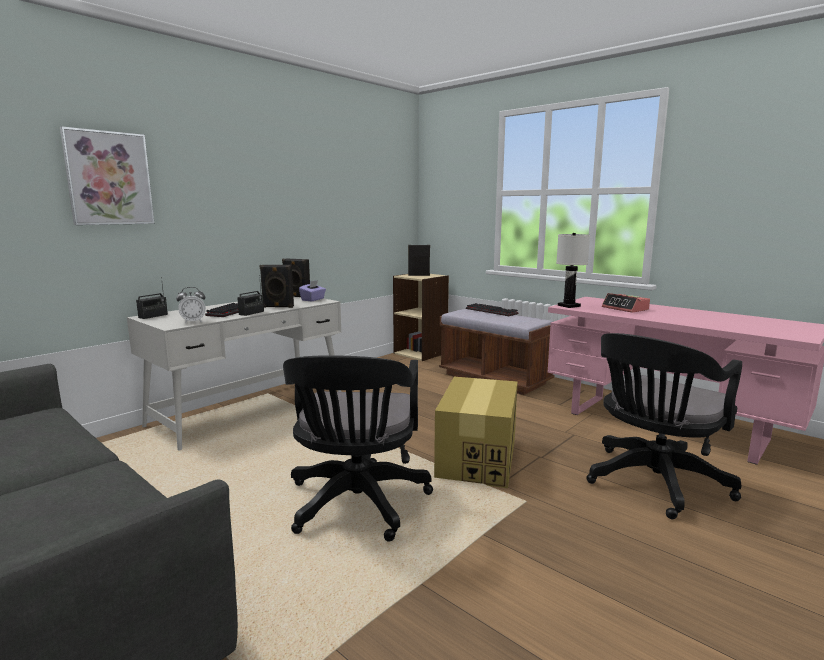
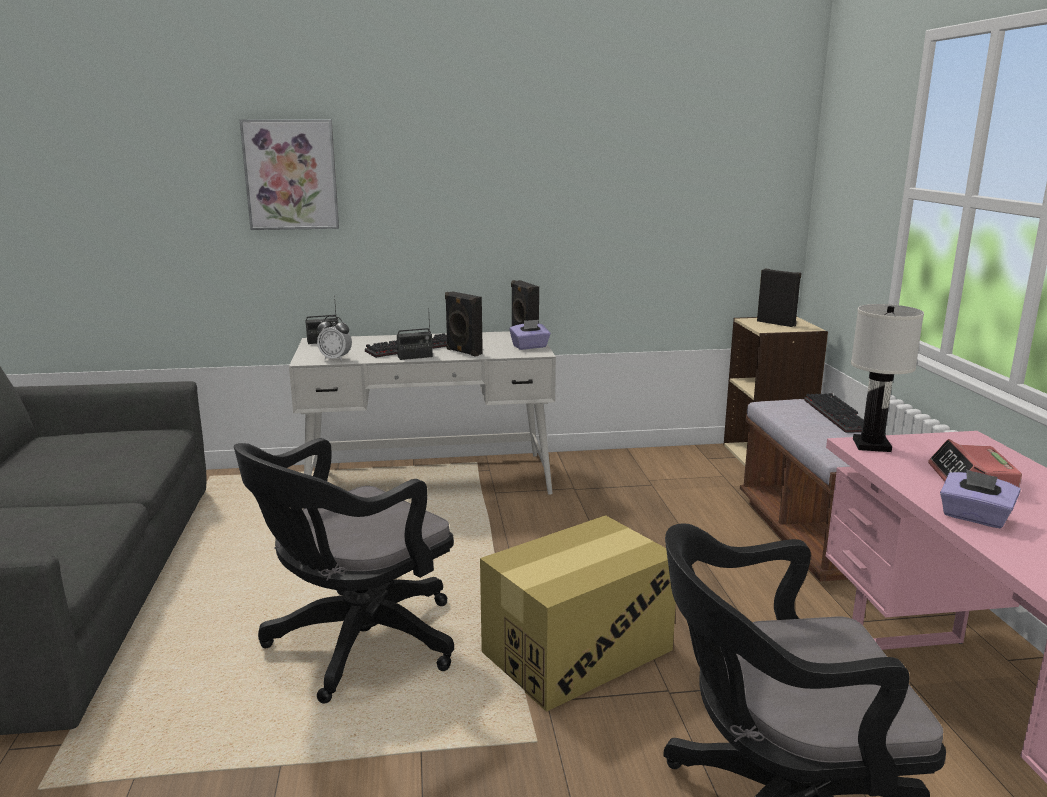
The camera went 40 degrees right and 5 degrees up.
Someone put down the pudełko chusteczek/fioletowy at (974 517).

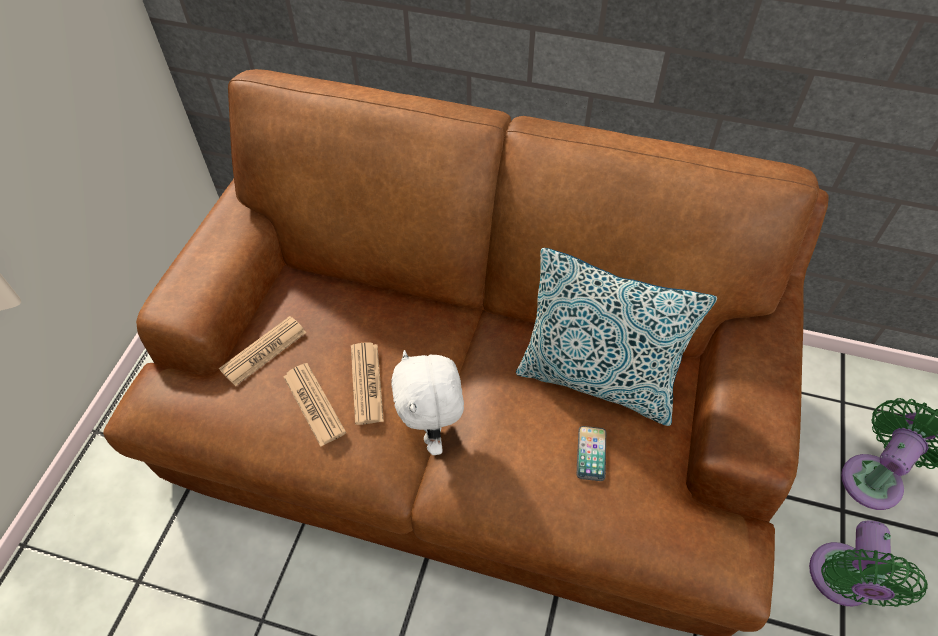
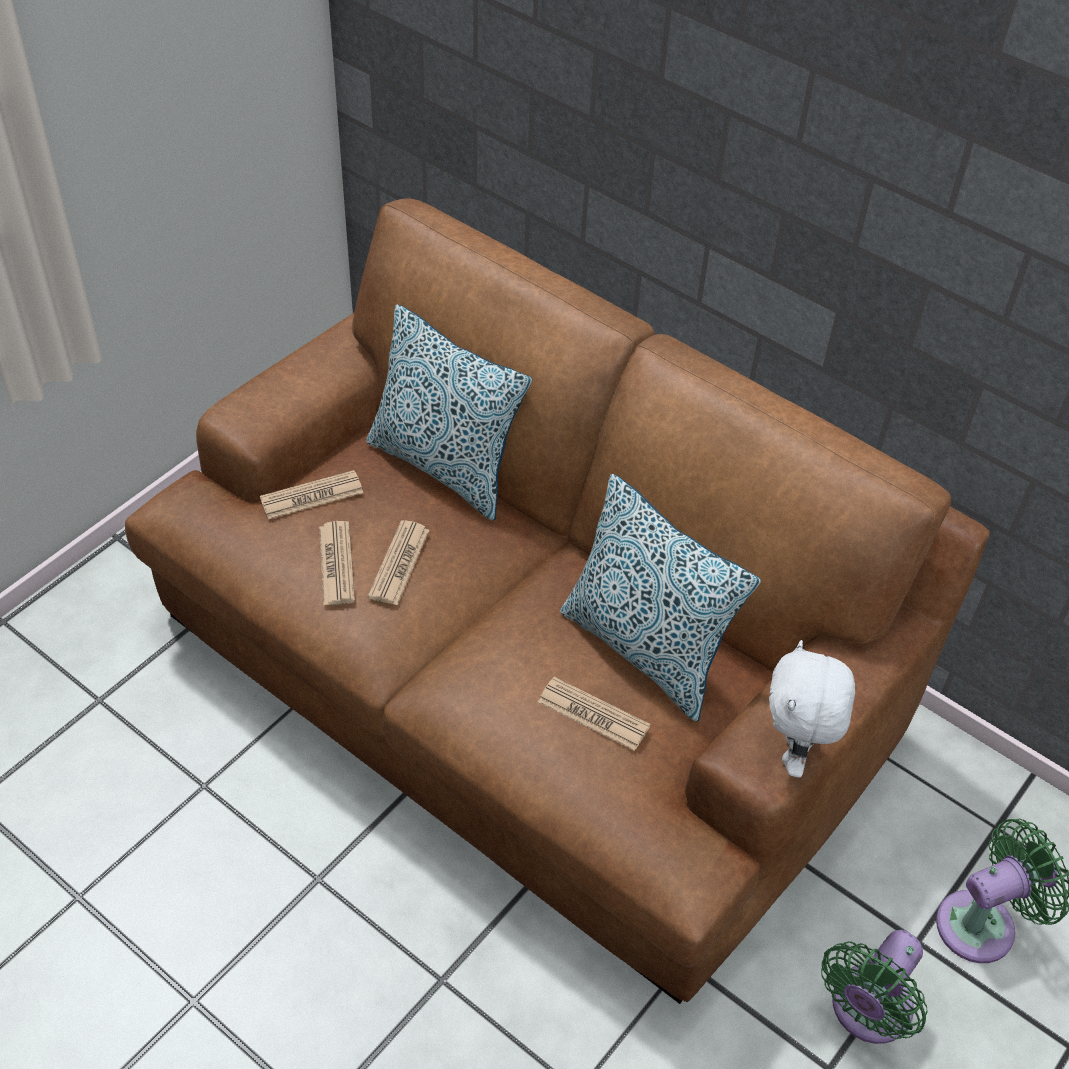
The camera went 20 degrees right and 5 degrees down.
Someone carried the pluszak/biały from (433 431) to (795 753).
Someone swapped the telefon at (591 453) for the gazeta at (593 714).
Someone put down the poduszka at (445 467).

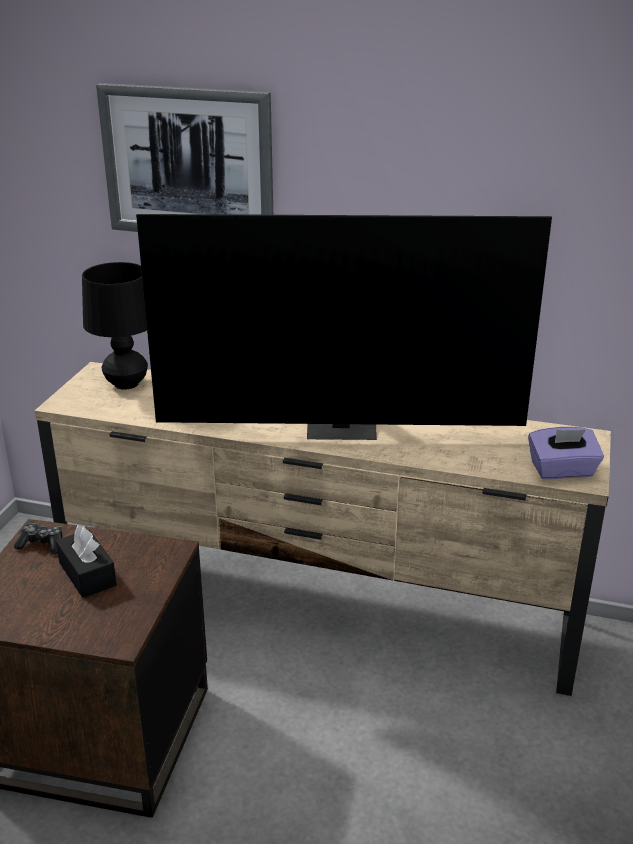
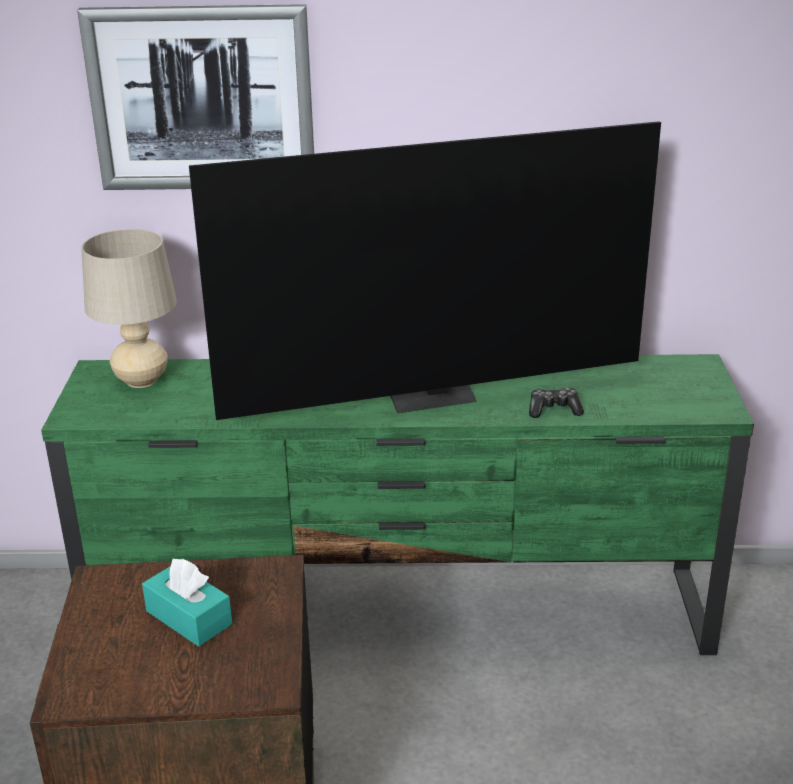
The camera went 15 degrees left and 0 degrees up.
Someone repainted the lampa stołowa/czarny at (126 384), which became the lampa stołowa/beżowy at (141 381).
Someone repainted the szafka pod telewizor/beżowy at (318 607), which became the szafka pod telewizor/zielony at (403 613).
Someone took away the pudełko chusteczek/fioletowy at (562 471).
Someone carried the pad do gier from (42 544) to (554 410).
Someone repainted the pudełko chusteczek/czarny at (87 574), which became the pudełko chusteczek/turkusowy at (189 617).

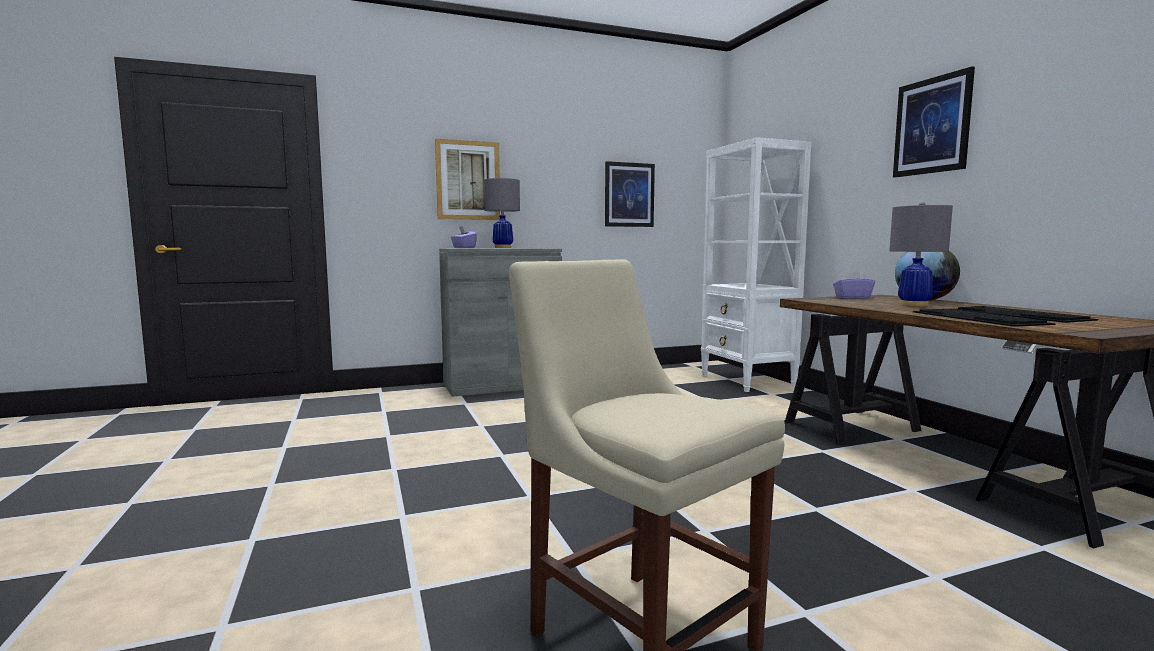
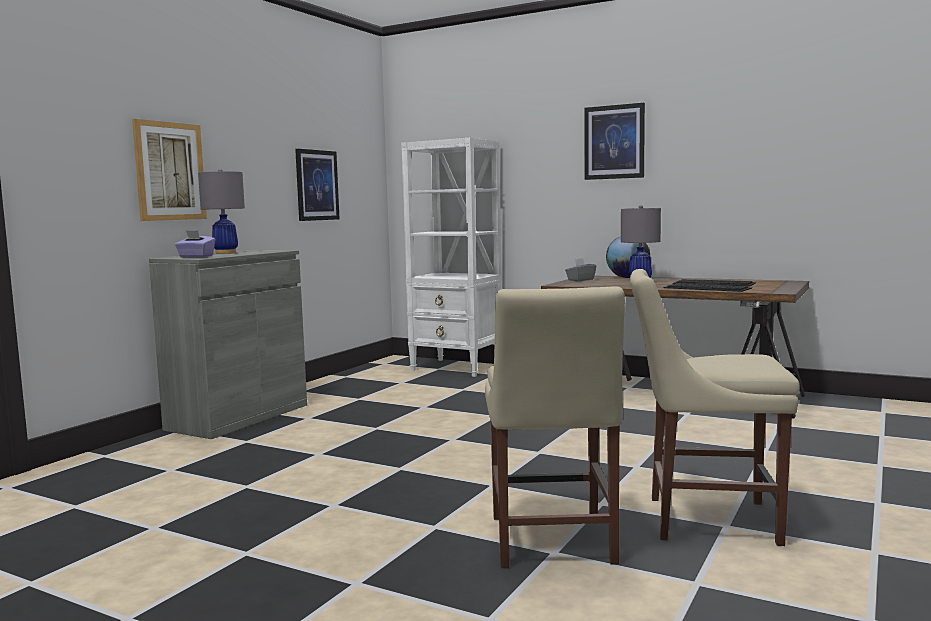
The camera went 40 degrees left and 0 degrees up.
Someone repainted the pudełko chusteczek/fioletowy at (852 297), which became the pudełko chusteczek/szary at (580 280).
Someone put down the krzesło/beżowy at (551 542).

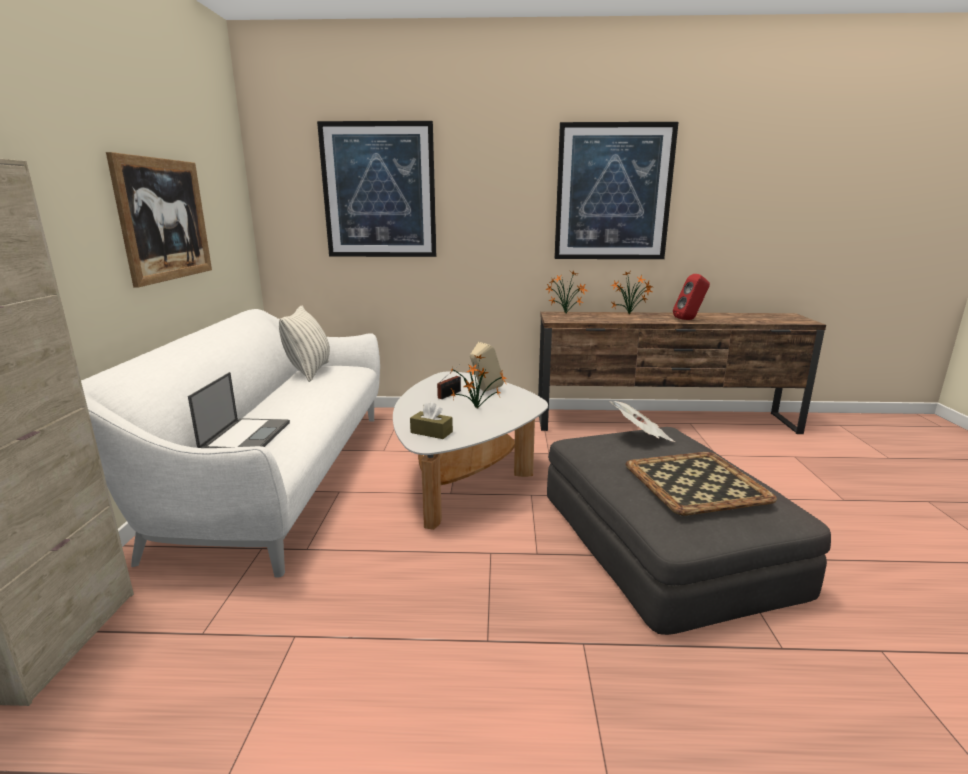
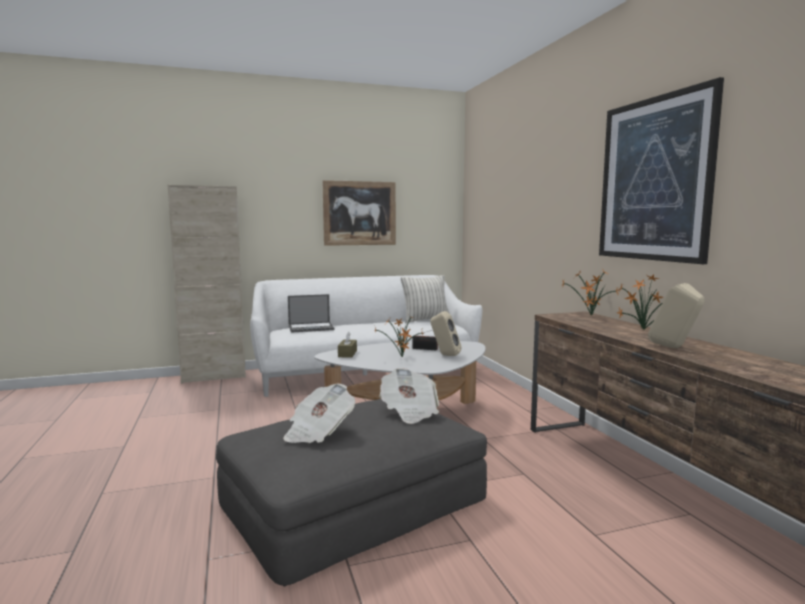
The camera went 70 degrees right and 10 degrees down.
Someone took away the obraz at (379 191).
Someone repainted the głośnik/czerwony at (689 319), which became the głośnik/beżowy at (674 348).
Someone swapped the taca at (697 483) for the gazeta at (318 432).

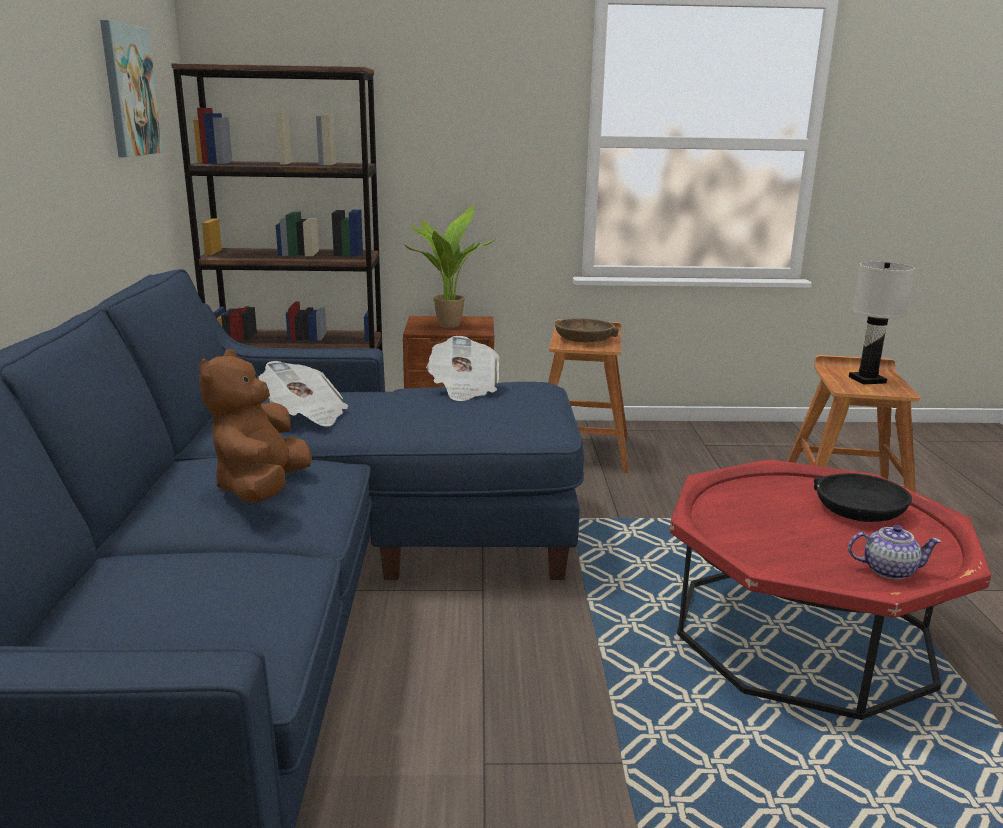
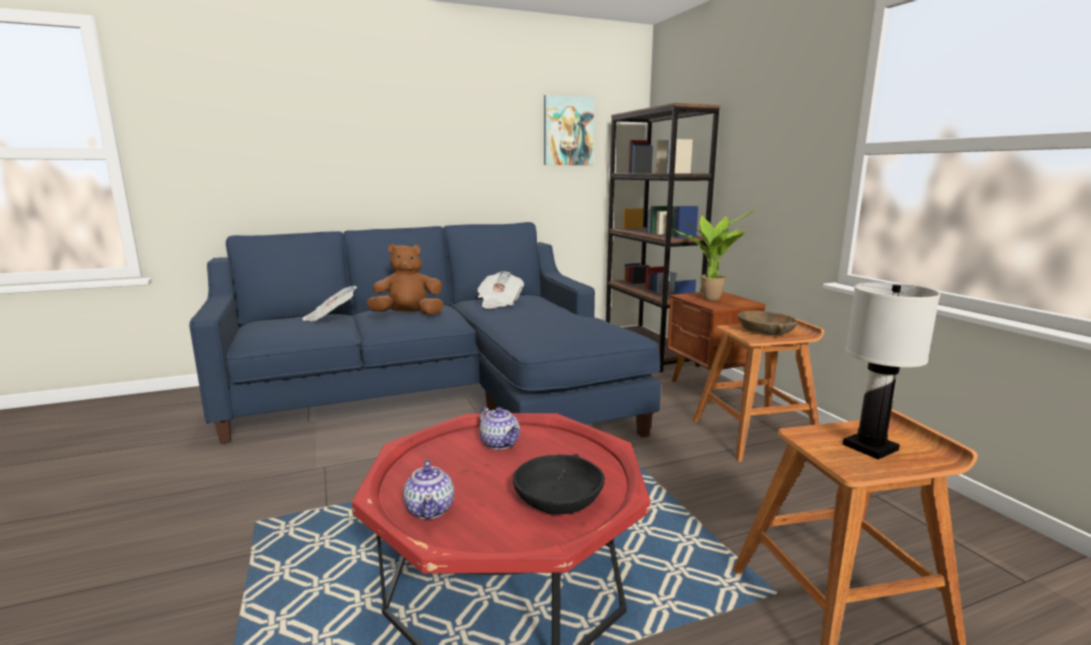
The camera went 70 degrees right and 5 degrees down.
Someone carried the gazeta from (463 388) to (330 318).
Someone put down the imbryk at (500 443).

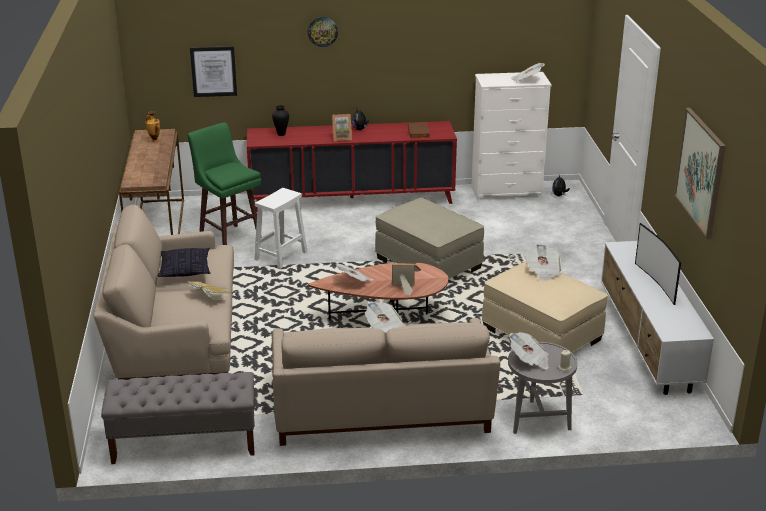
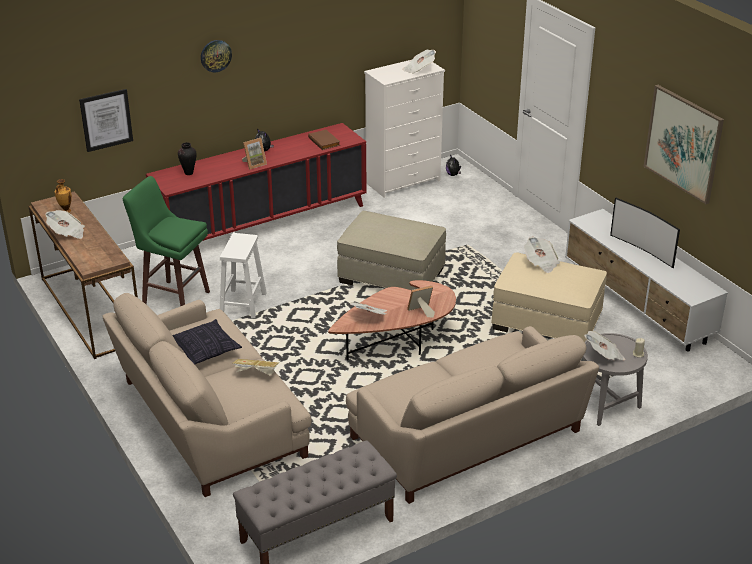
The camera went 25 degrees left and 5 degrees up.
Someone carried the gazeta from (385 329) to (67 233).

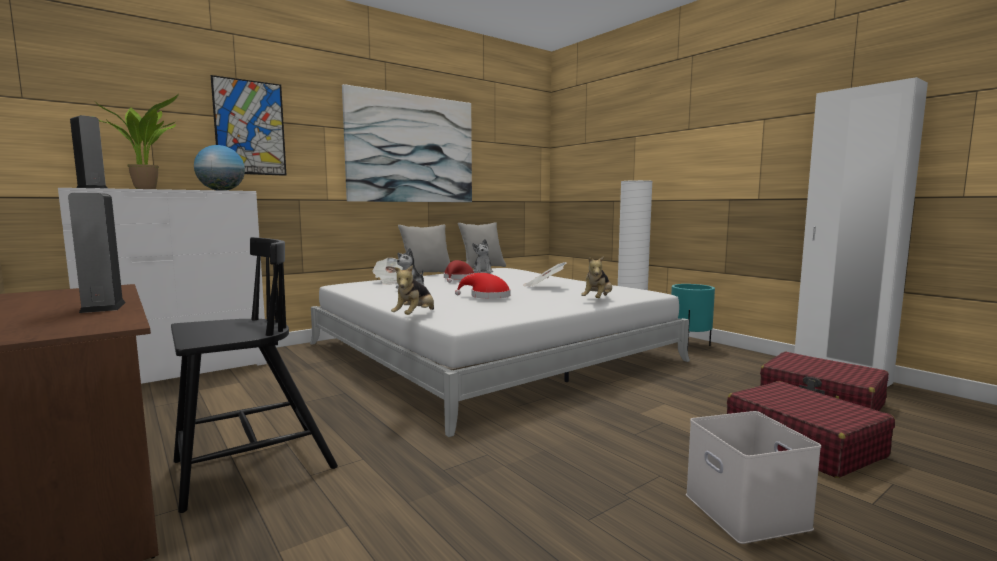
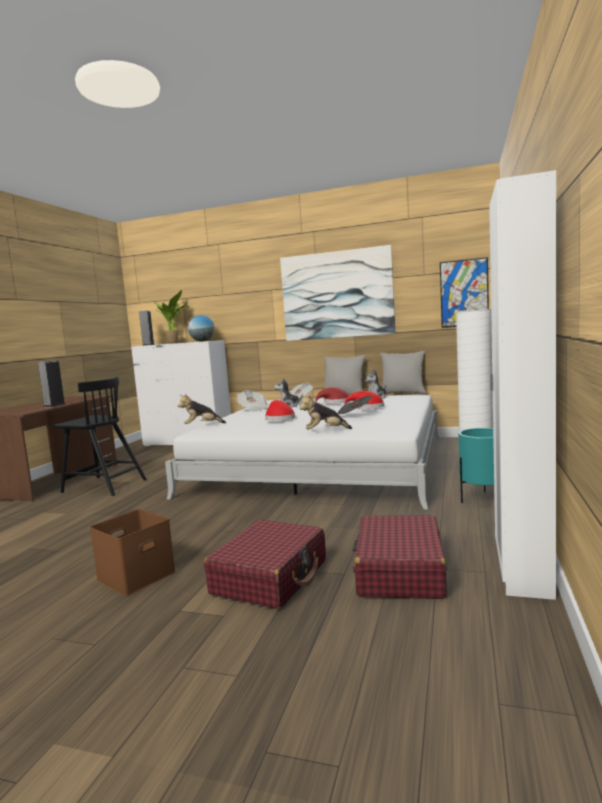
The camera went 55 degrees right and 0 degrees up.
Someone carried the obraz from (250 128) to (464 293).
Someone repainted the pojemnik do przechowywania/biały at (743 510), which became the pojemnik do przechowywania/brązowy at (136 575).
Someone put down the gazeta at (253 409).
Someone put down the kapelusz/czerwony at (367 407).

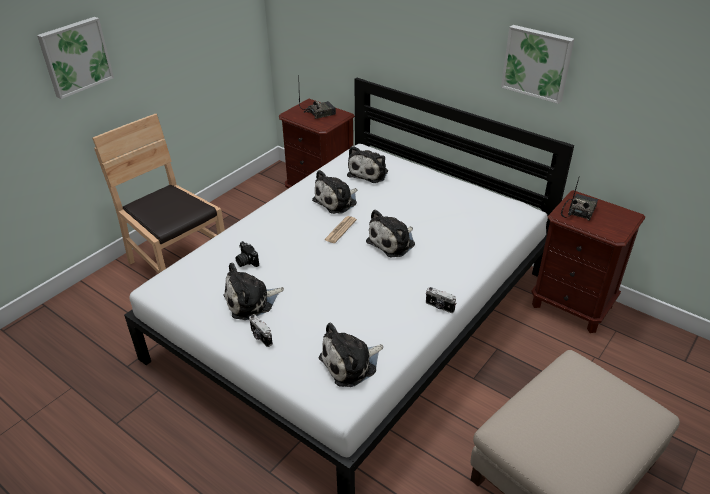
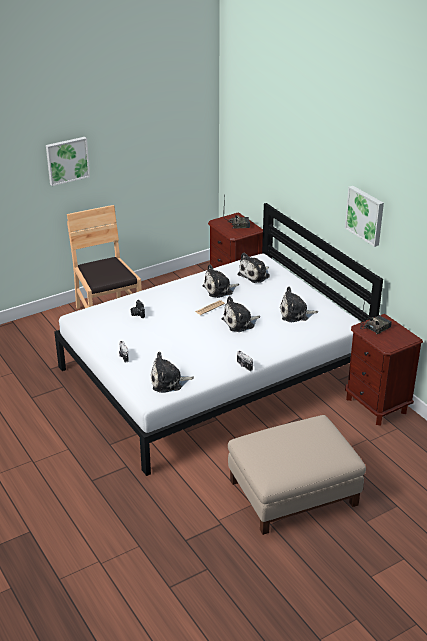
The camera went 20 degrees right and 5 degrees down.
Someone carried the pluszak from (251 301) to (296 314).

